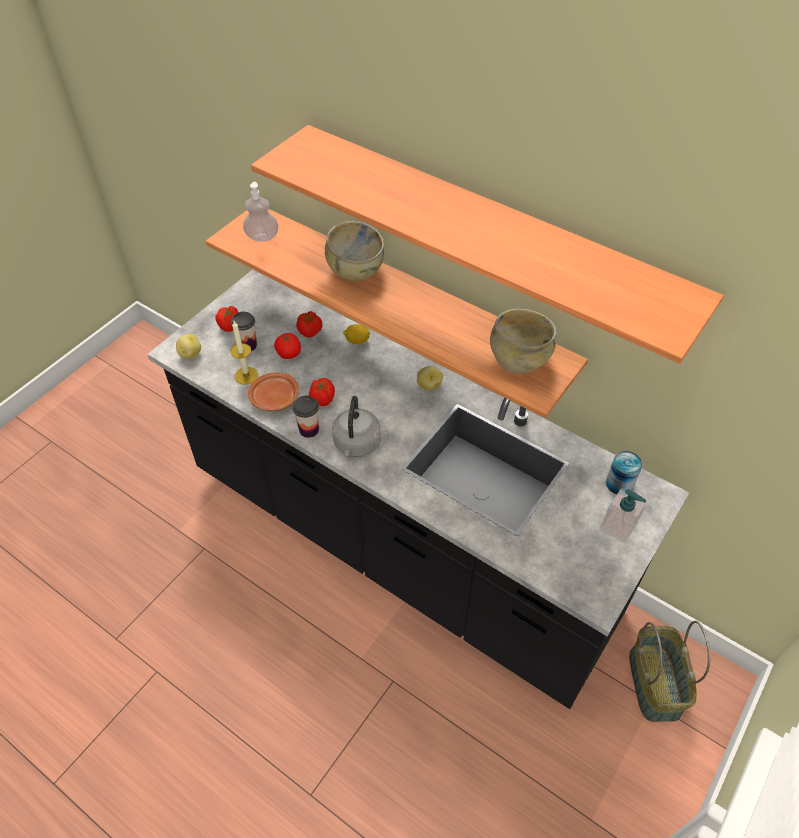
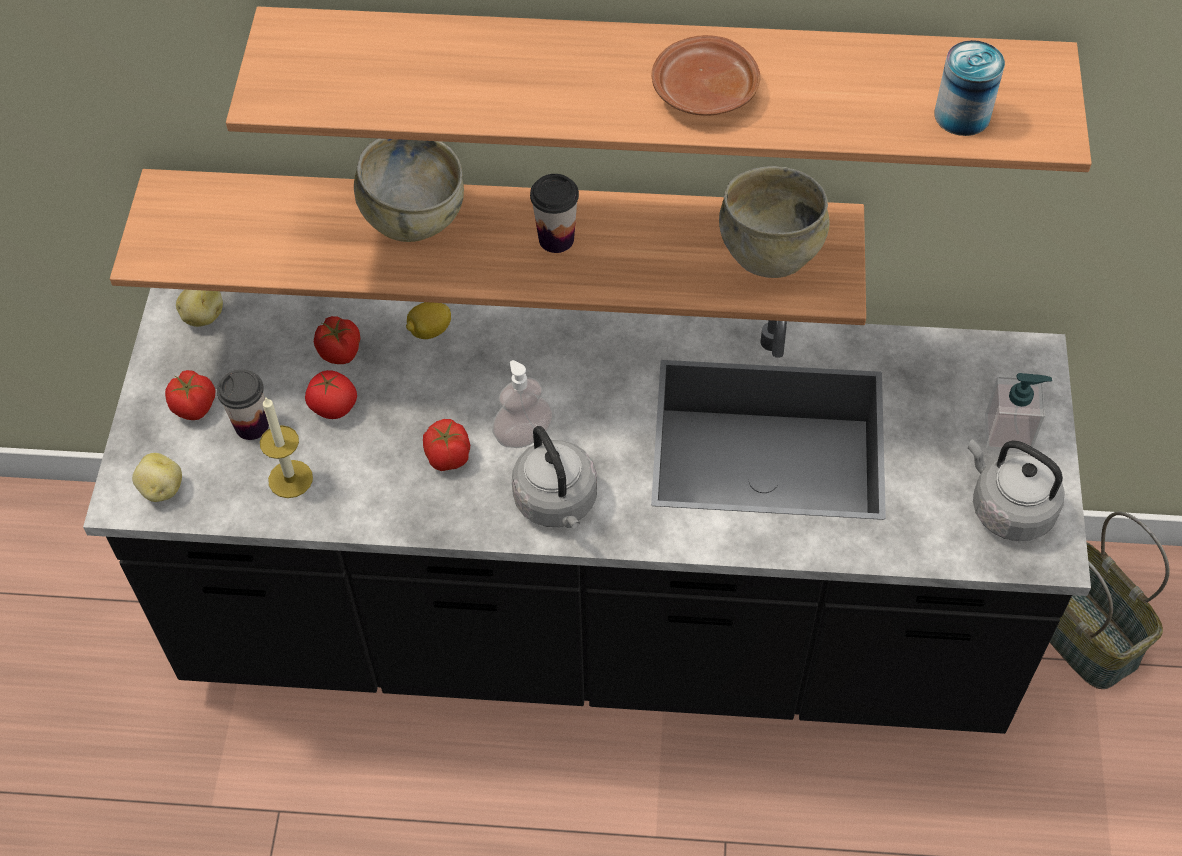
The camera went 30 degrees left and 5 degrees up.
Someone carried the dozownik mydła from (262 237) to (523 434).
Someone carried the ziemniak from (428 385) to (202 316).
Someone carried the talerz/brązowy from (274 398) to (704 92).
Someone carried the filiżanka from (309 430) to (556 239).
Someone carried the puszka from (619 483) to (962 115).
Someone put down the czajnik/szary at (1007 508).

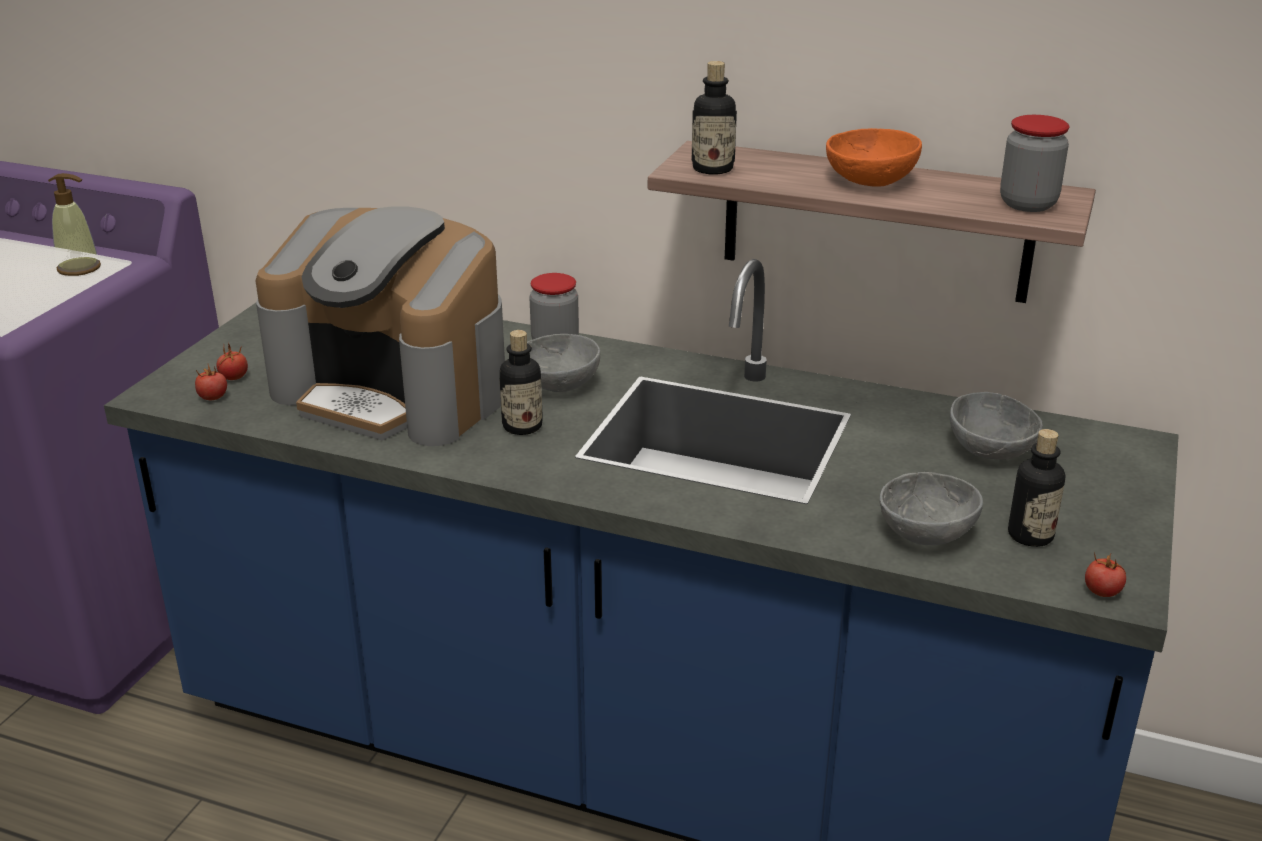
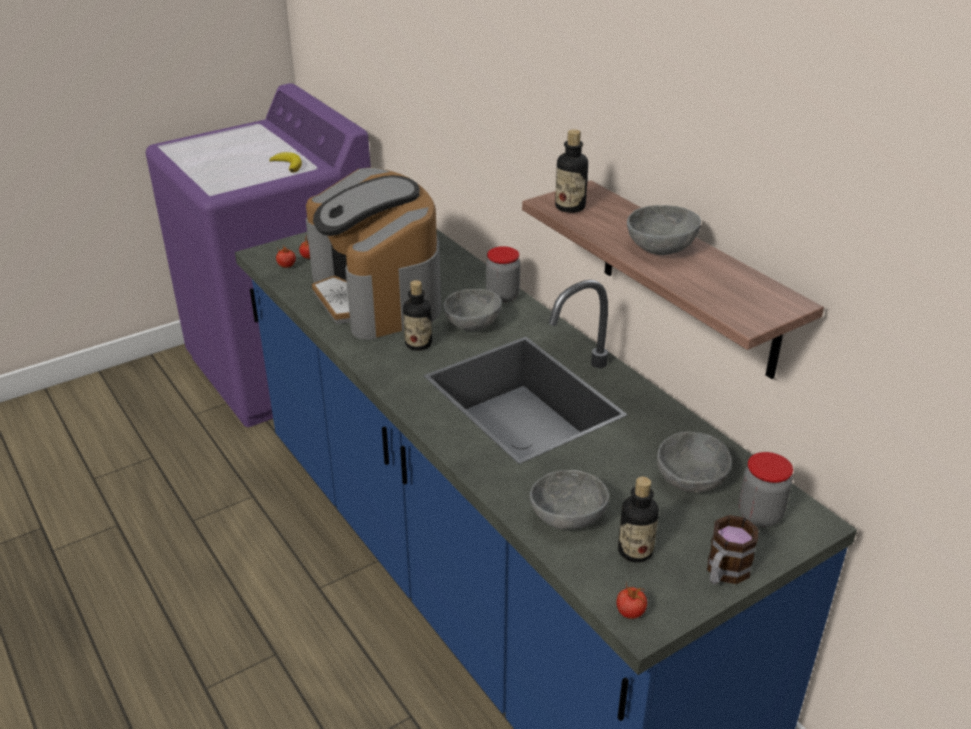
The camera went 35 degrees right and 5 degrees up.
Someone carried the słoik from (1028 204) to (759 515).
Someone repainted the miska/pomarańczowy at (869 181), which became the miska/szary at (659 248).
Someone swapped the dozownik mydła at (79 268) for the banan at (288 165).
Someone put down the kubek at (724 573).

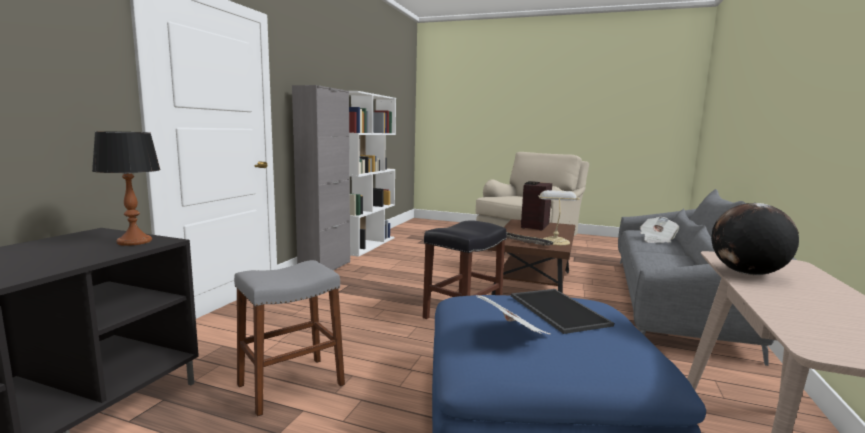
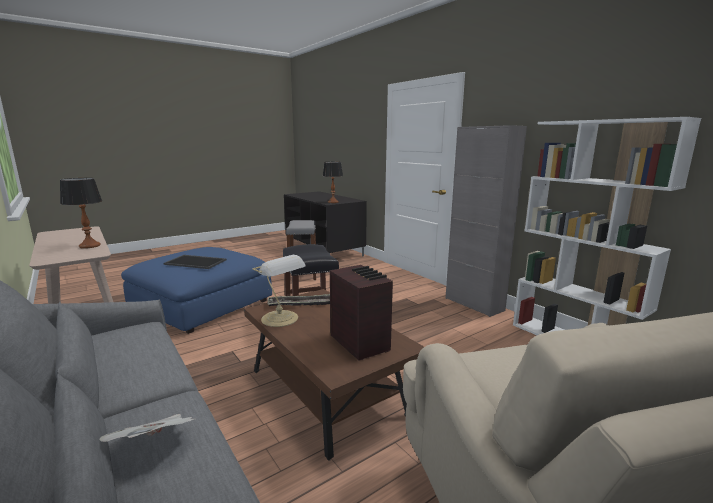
The camera went 125 degrees right and 5 degrees up.
Someone swapped the globus at (746 273) for the lampa stołowa at (90 246).
Someone took away the gazeta at (511 334).

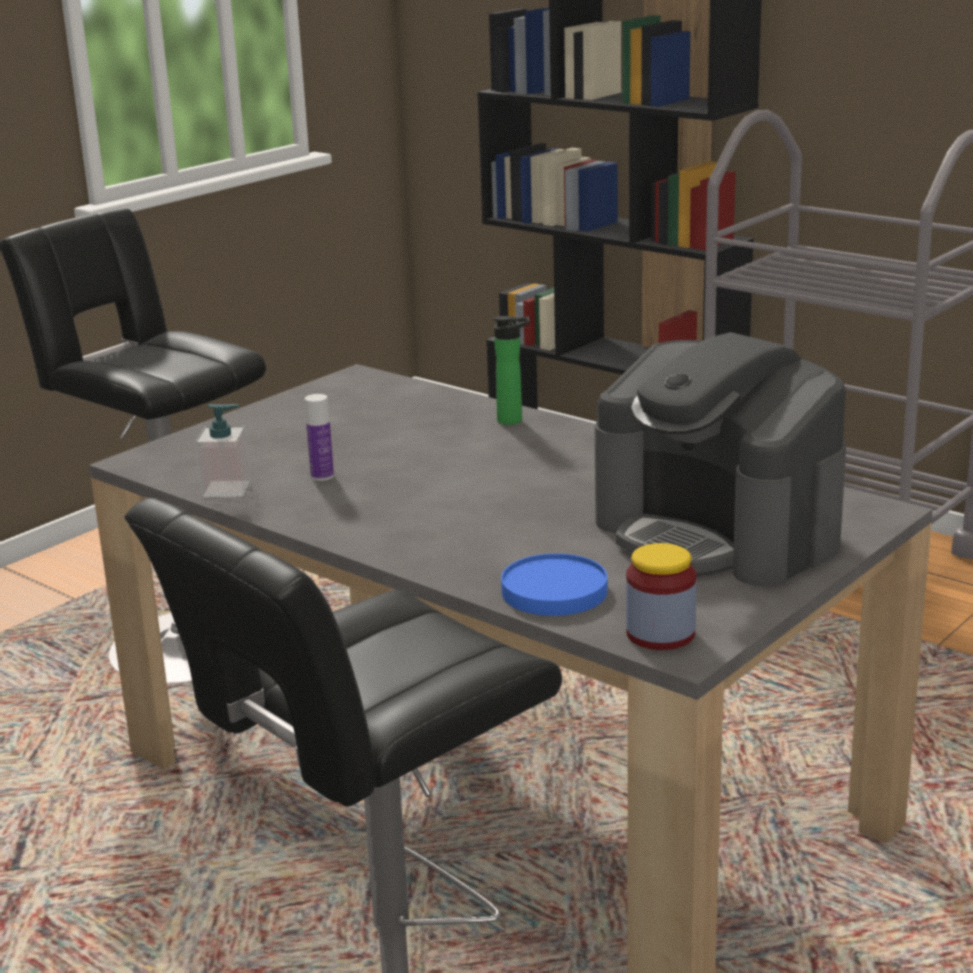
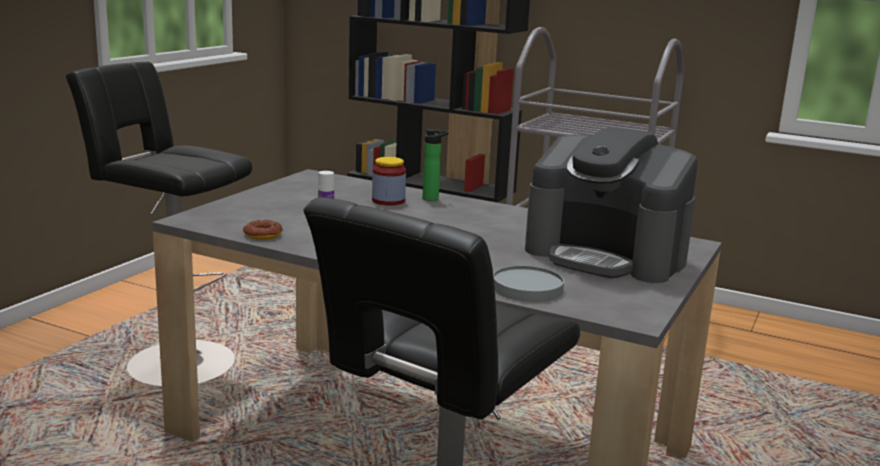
The camera went 15 degrees left and 5 degrees down.
Someone swapped the dozownik mydła at (227 489) for the donut at (263 235).
Someone carried the słoik from (660 634) to (388 201).
Someone repainted the talerz/niebieski at (554 591), which became the talerz/szary at (527 288).

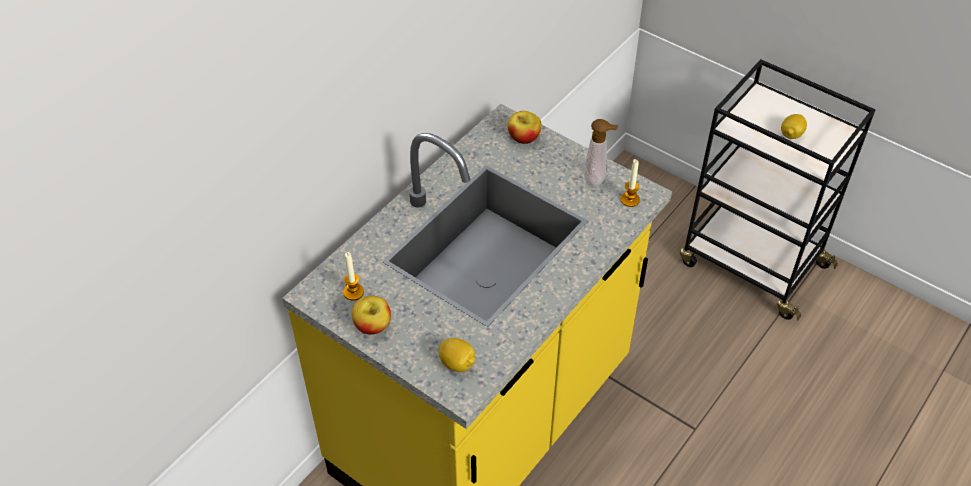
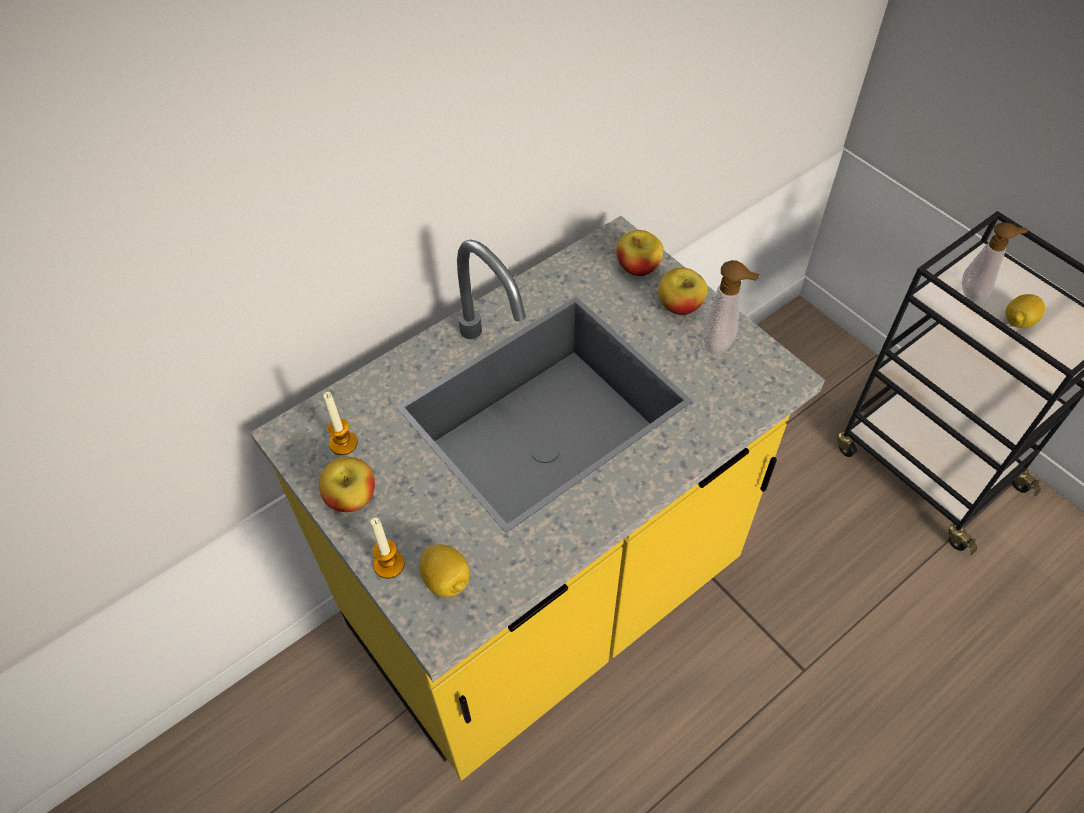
The camera went 15 degrees right and 5 degrees up.
Someone carried the świeca from (630 200) to (389 564).
Someone put down the dozownik mydła at (974 293).
Someone put down the jabłko at (679 306).

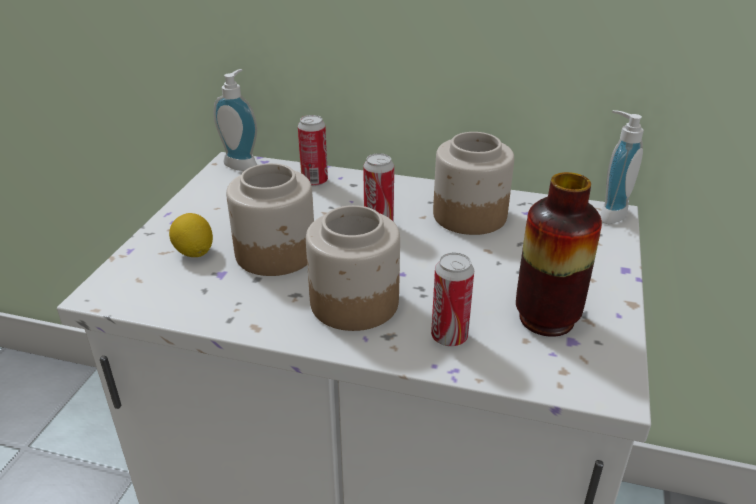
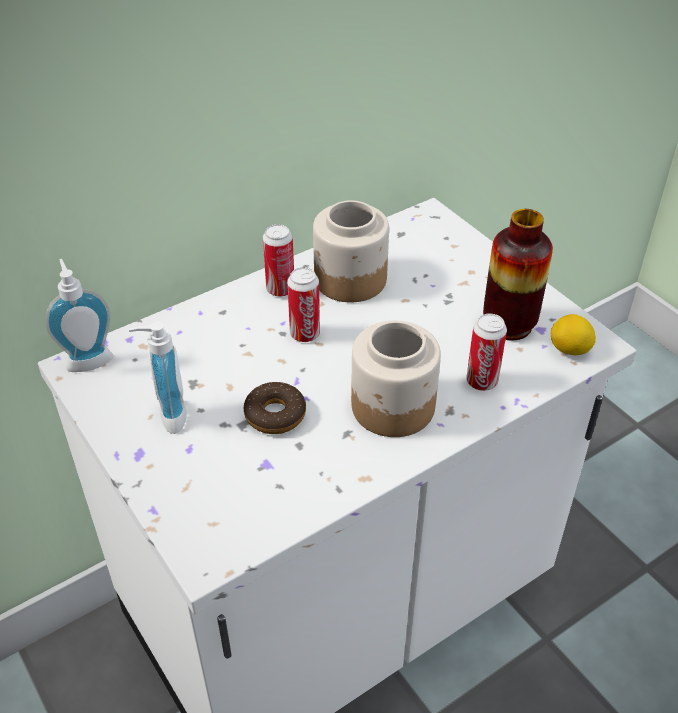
The camera went 50 degrees left and 10 degrees up.
Someone carried the dozownik mydła from (608 213) to (167 416).
Someone carried the puszka from (314 181) to (280 289).
Someone swapped the słoik at (276 253) for the donut at (275 415).
Someone carried the cytryna from (194 252) to (569 350).

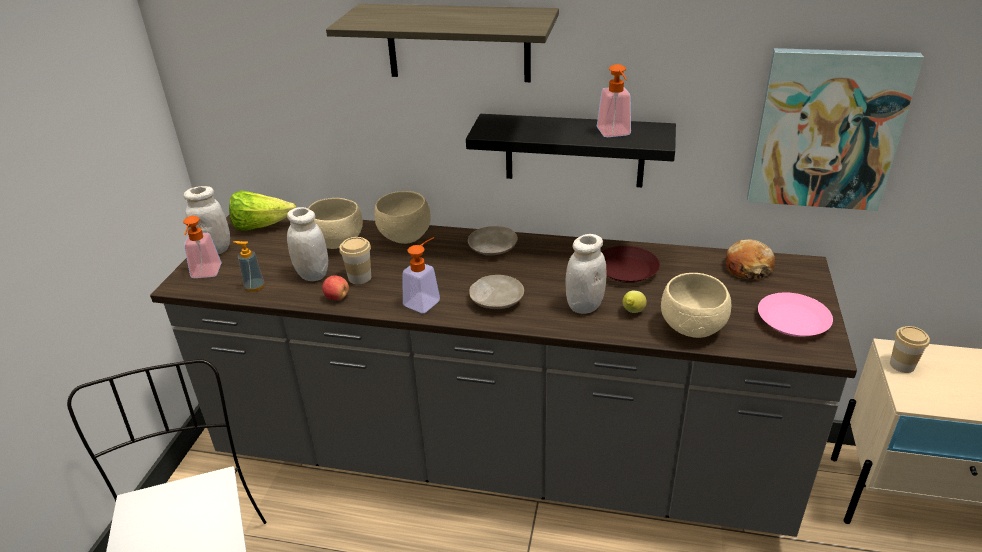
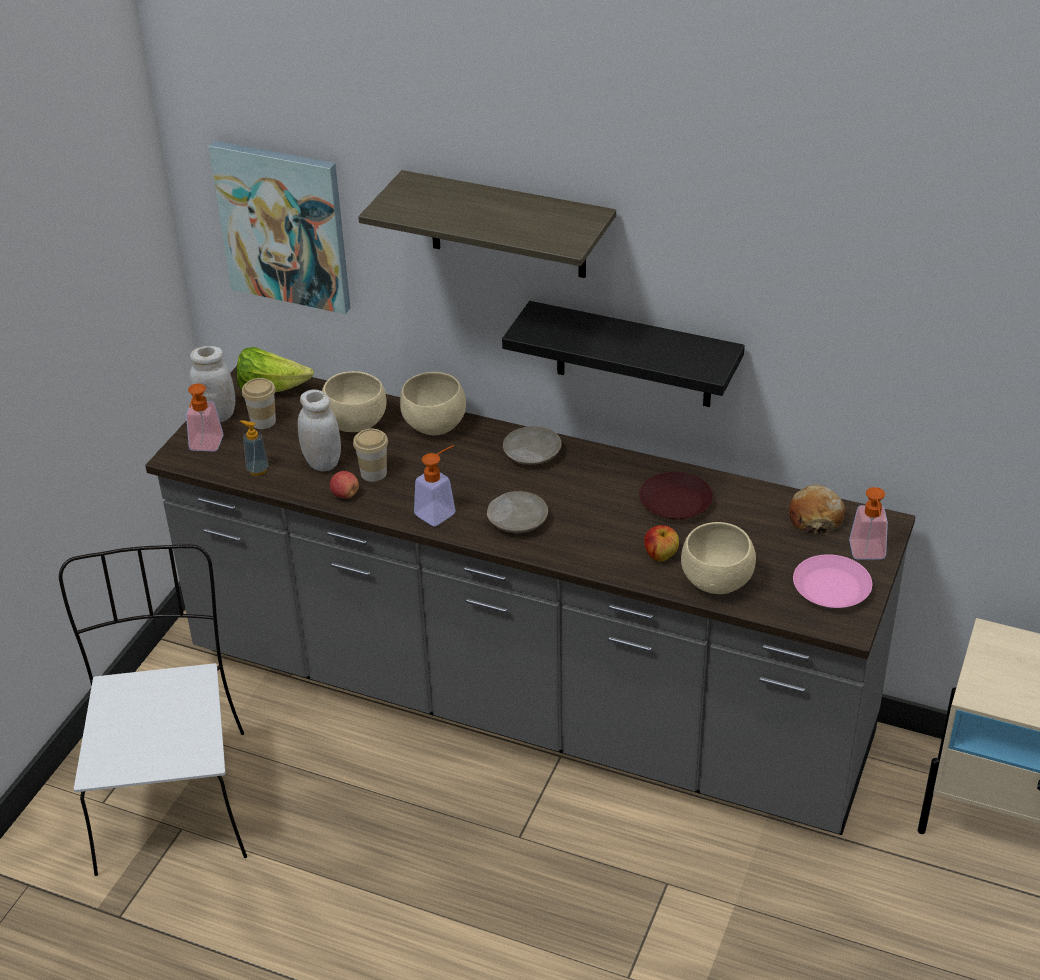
The camera went 10 degrees right and 5 degrees up.
Someone carried the obraz from (827 130) to (284 226).
Someone carried the dozownik mydła from (615 134) to (868 555).
Someone took away the słoik/biały at (584 306).
Someone swapped the cytryna at (632 312) for the jabłko at (660 555).
Someone carried the filiżanka from (902 365) to (263 421).

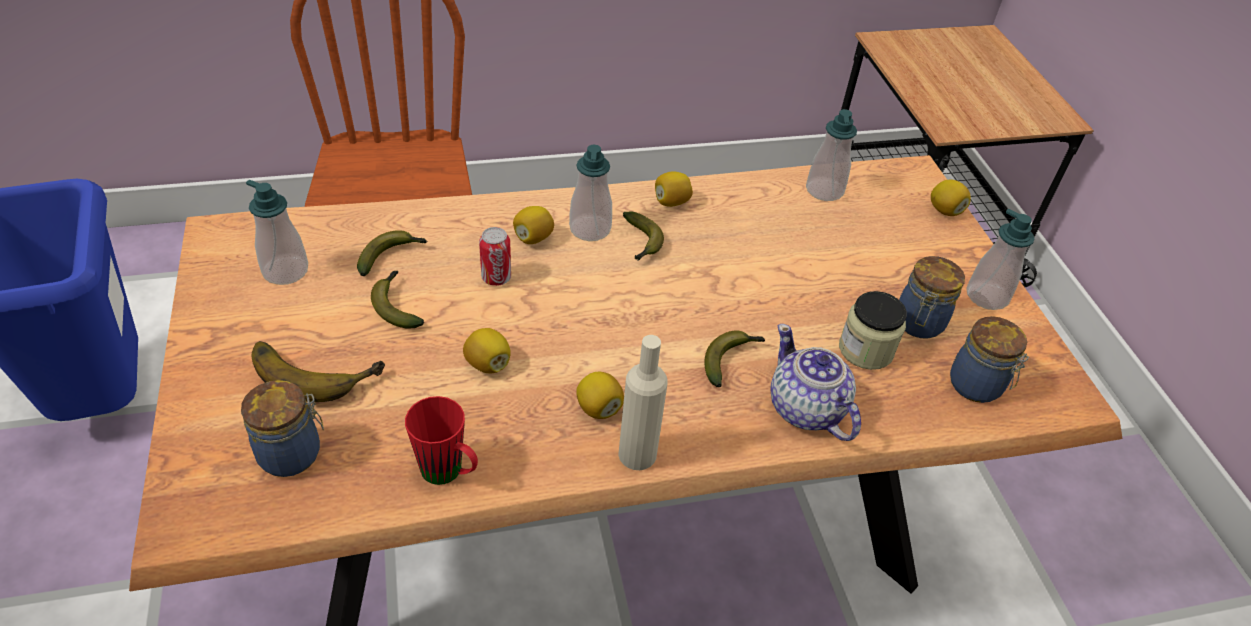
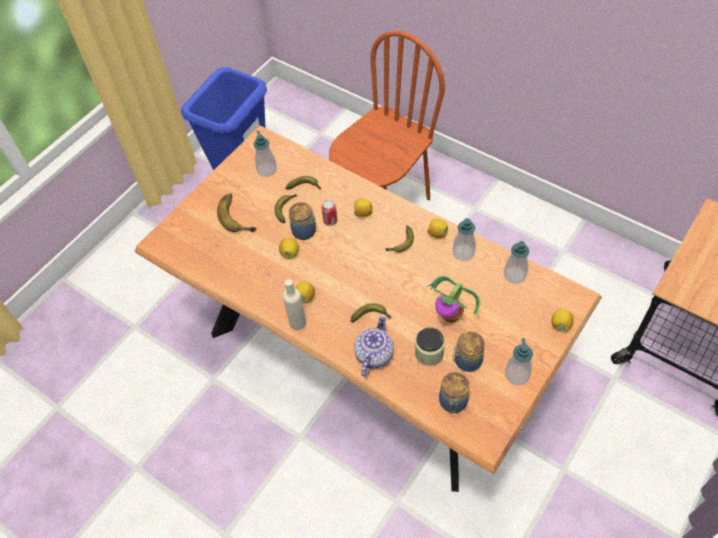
The camera went 55 degrees right and 10 degrees up.
Someone carried the dozownik mydła from (590 229) to (463 252).
Someone carried the słoik from (293 454) to (305 232).
Someone took away the kubek/czerwony at (449 474).
Someone put down the roślina doniczkowa at (451 315).

